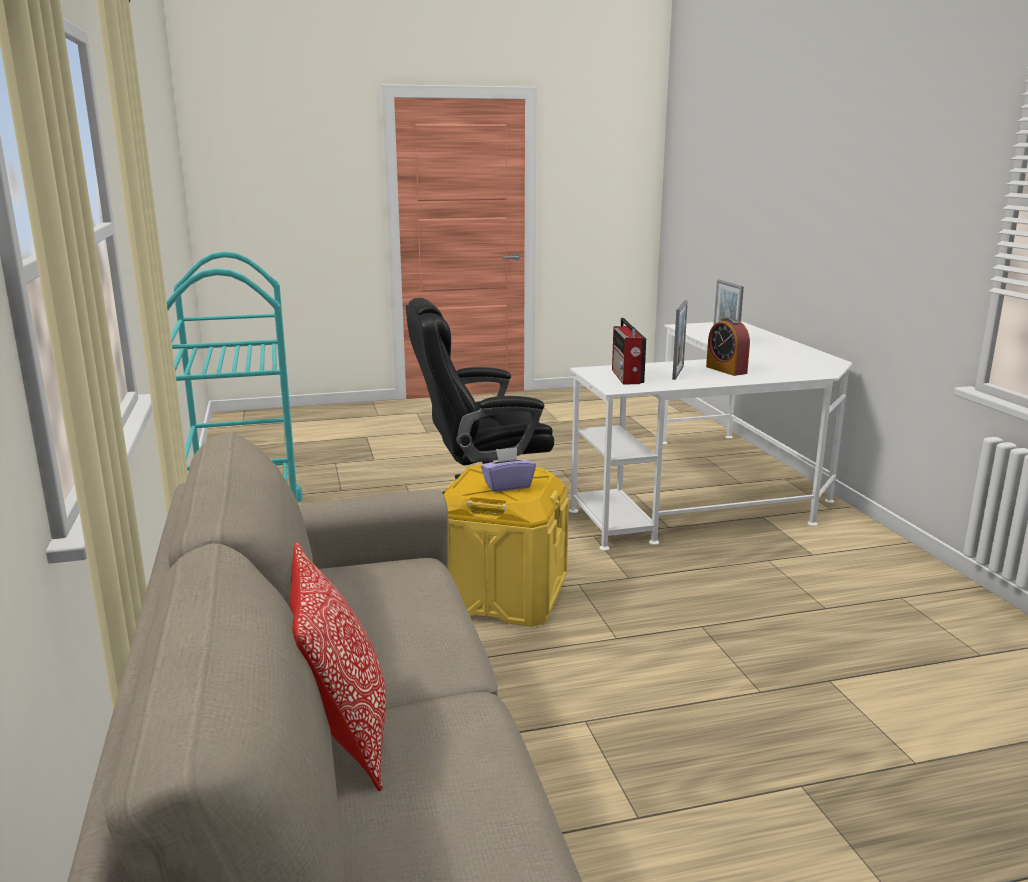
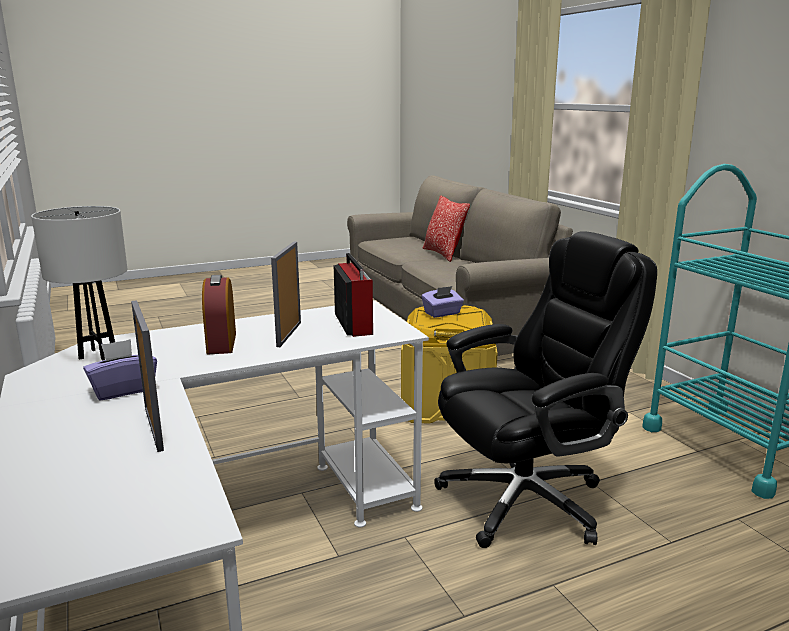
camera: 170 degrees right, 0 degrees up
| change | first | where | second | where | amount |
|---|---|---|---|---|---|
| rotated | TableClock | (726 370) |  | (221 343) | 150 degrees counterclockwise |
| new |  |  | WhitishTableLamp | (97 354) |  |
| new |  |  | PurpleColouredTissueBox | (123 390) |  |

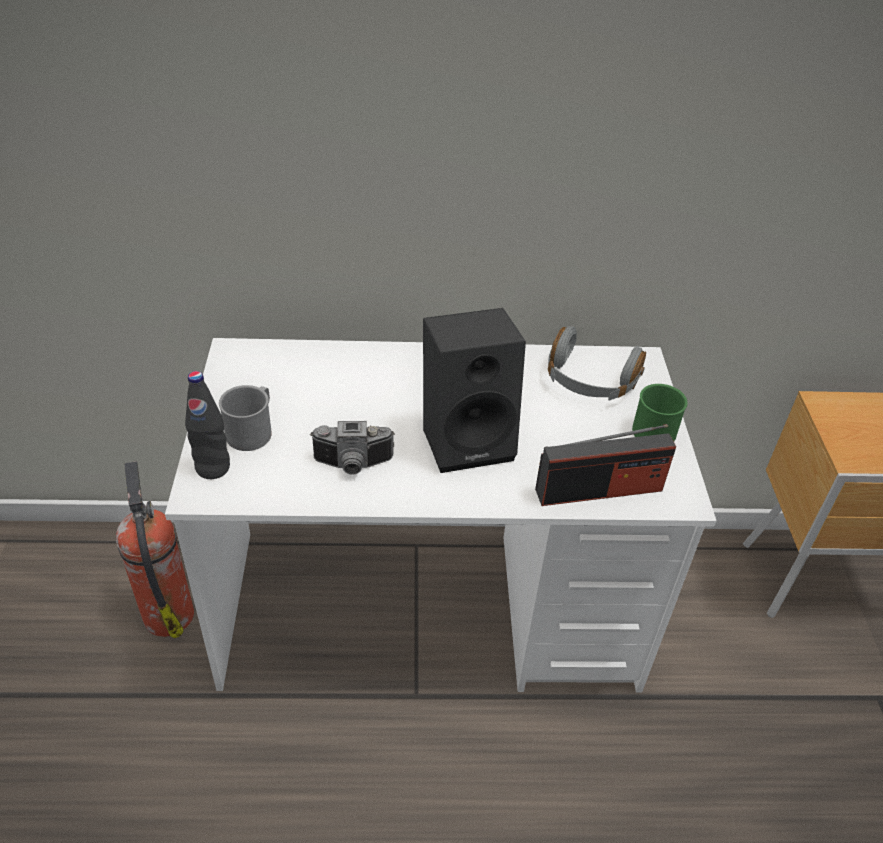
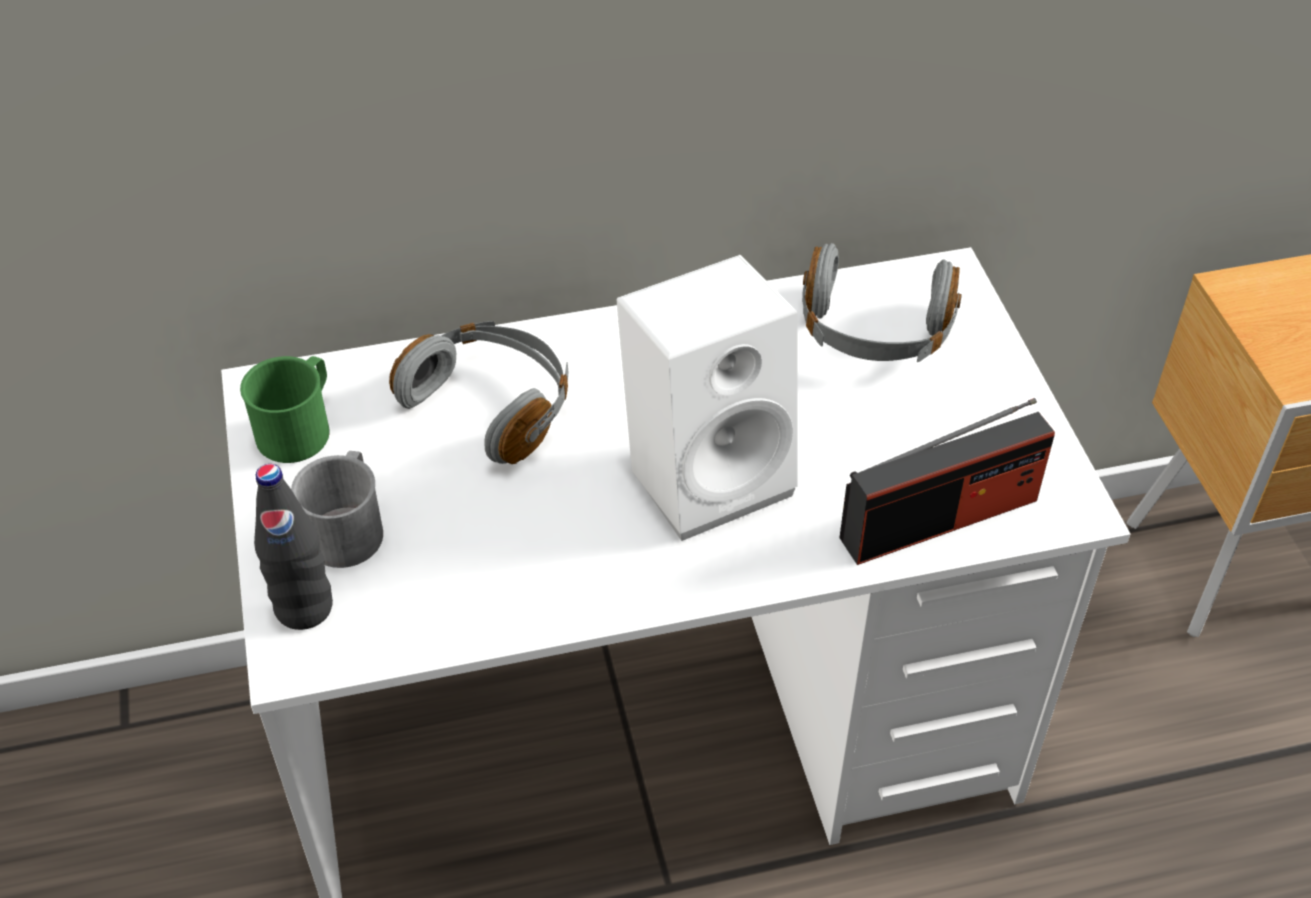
camera: 10 degrees left, 5 degrees up
| change | first | where | second | where | amount |
|---|---|---|---|---|---|
| repainted | BlackColouredSpeaker | (468 439) | WhitishSpeaker | (709 472) |  |
| shifted | GreenColouredCoffeeMug | (657 428) |  | (300 427) |  |
| gone | StillCamera | (353 466) |  |  |  |
| gone | Extinguisher | (168 613) |  |  |  |
| new |  |  | GreyHeadset | (492 405) |  |

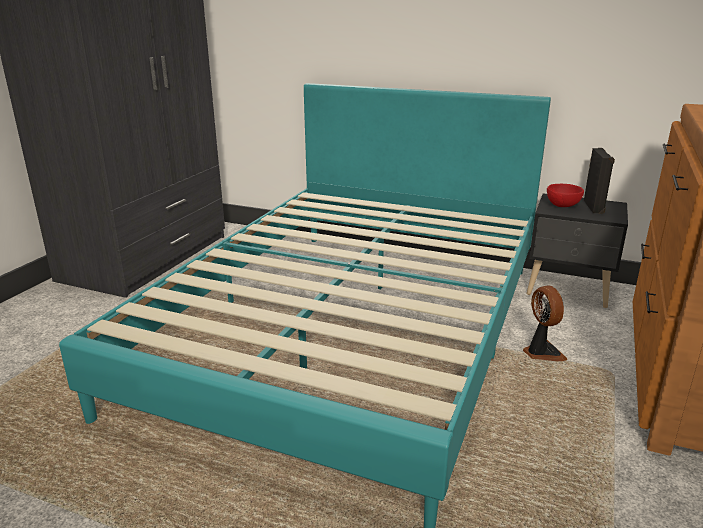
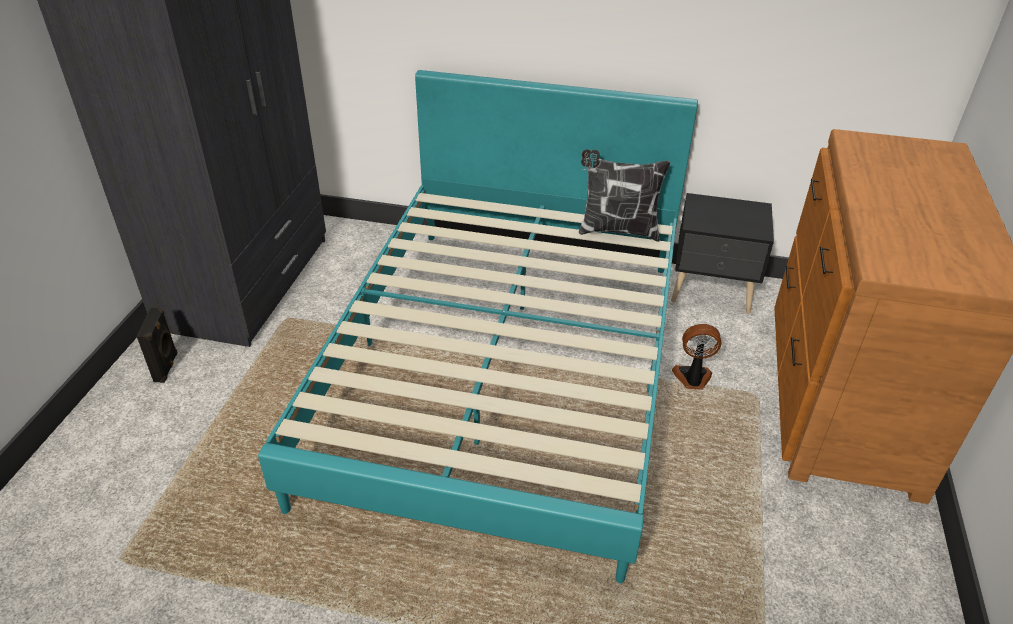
camera: 10 degrees left, 15 degrees up
| change | first | where | second | where | amount |
|---|---|---|---|---|---|
| shifted | BlackColouredSpeaker | (594 207) |  | (167 367) |  |
| gone | RedDeepDish | (562 205) |  |  |  |
| rotated | CoolingFan | (541 352) |  | (692 378) | 60 degrees counterclockwise |
| new |  |  | Cushion | (617 230) |  |

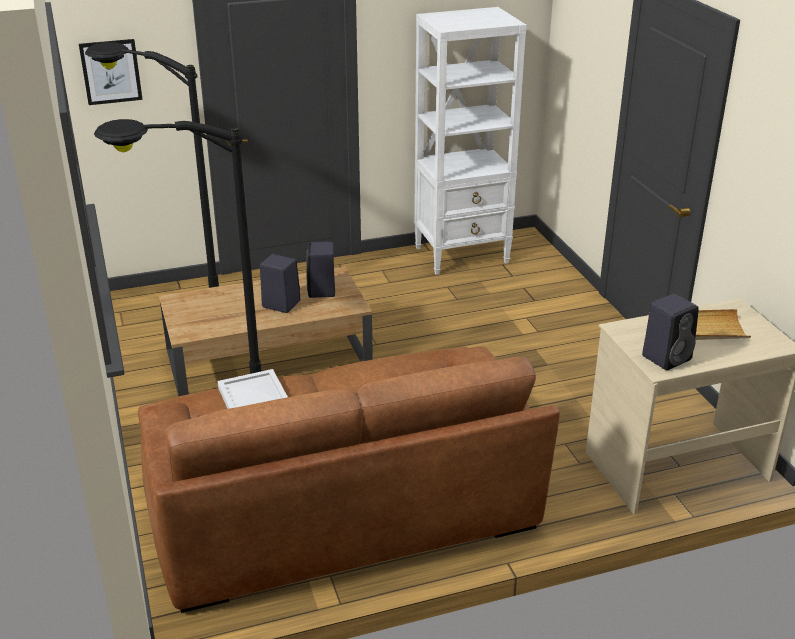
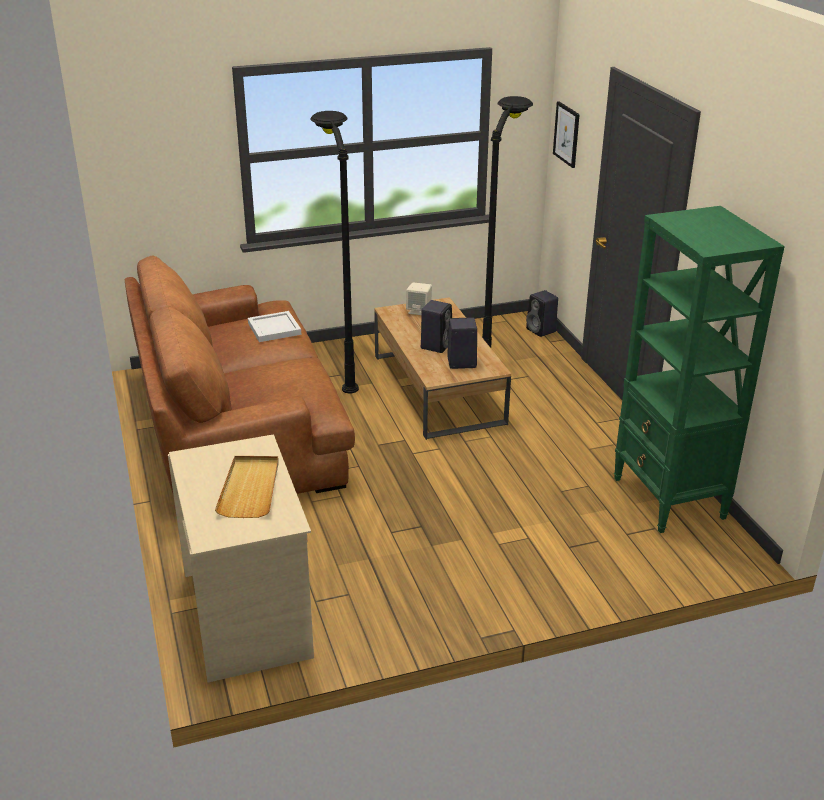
camera: 90 degrees right, 0 degrees up
| change | first | where | second | where | amount |
|---|---|---|---|---|---|
| repainted | WhitishShelvingUnit | (462 255) | GreenColouredShelvingUnit | (669 499) |  |
| shifted | BlackColouredSpeaker | (667 357) |  | (542 330) |  |
| new |  |  | SandColouredSpeaker | (419 311) |  |

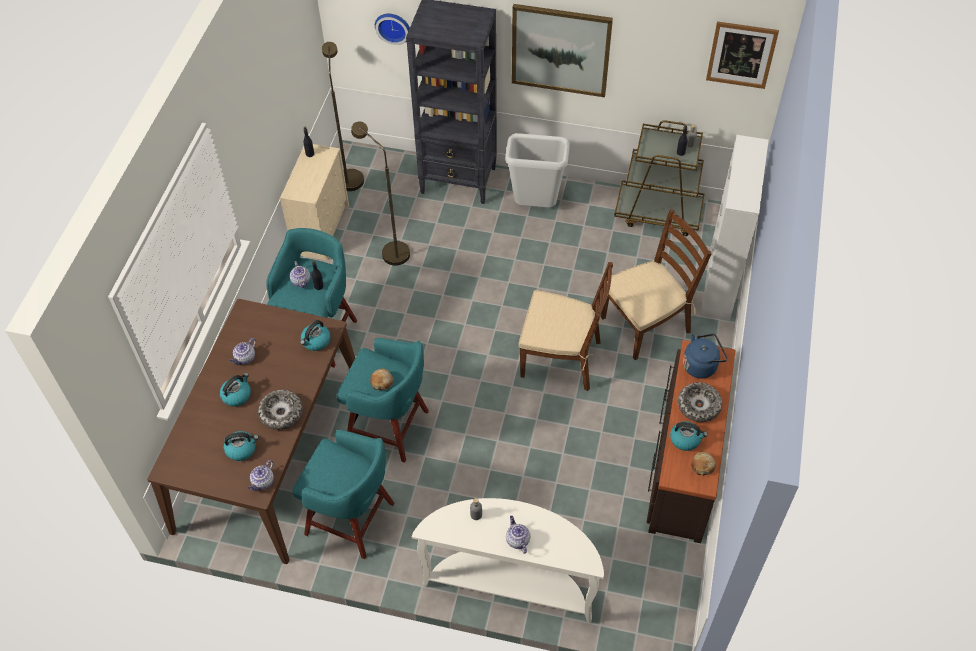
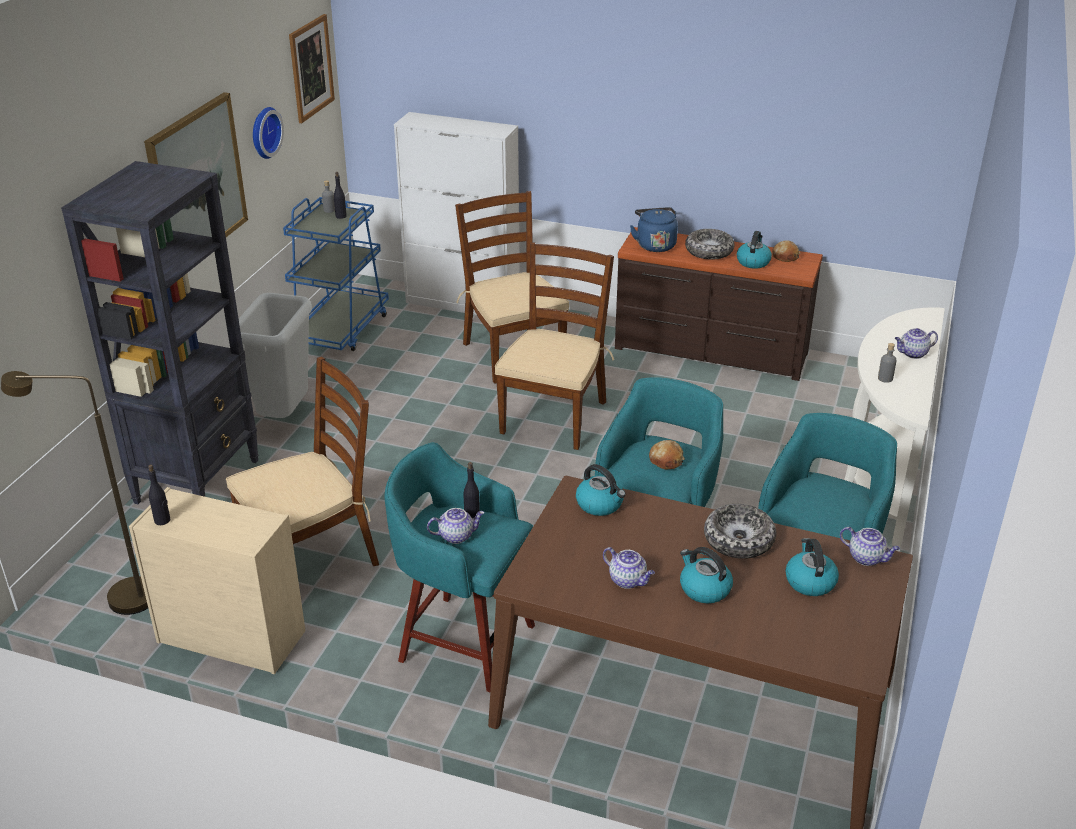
camera: 85 degrees left, 20 degrees down
| change | first | where | second | where | amount |
|---|---|---|---|---|---|
| shifted | HangingClock | (393 26) |  | (263 132) |  |
| repainted | BrownColouredWheeledCart | (658 213) | BluishWheeledCart | (341 329) |  |
| swapped | BrownColouredFloorLamp | (390 250) | BrownColouredChair | (312 557) |  |

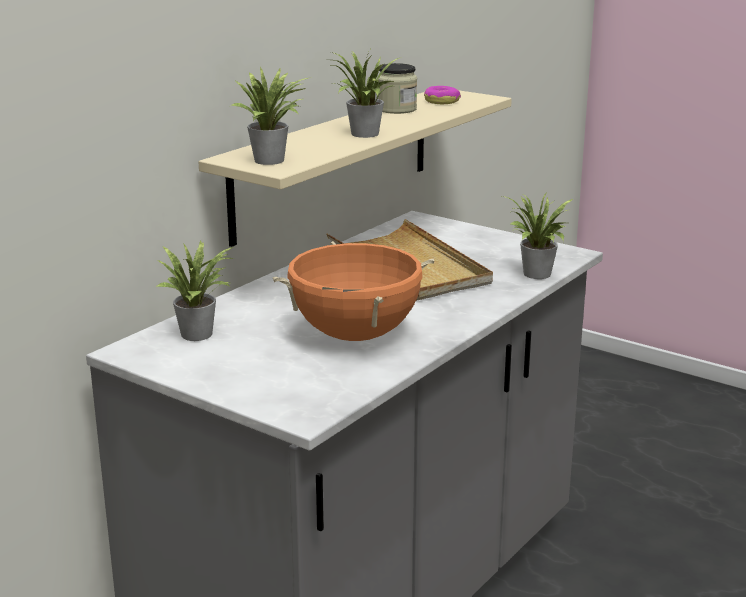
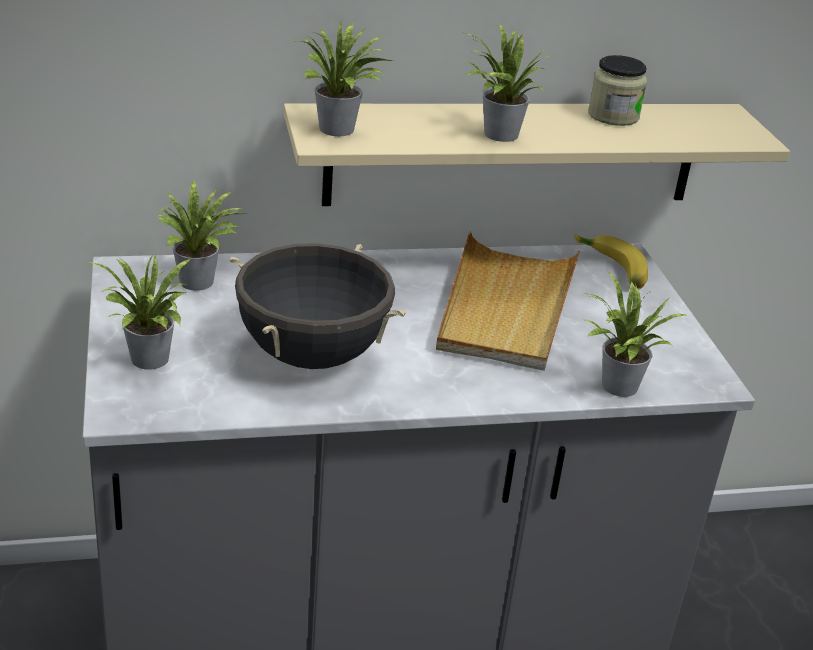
camera: 40 degrees right, 10 degrees up
| change | first | where | second | where | amount |
|---|---|---|---|---|---|
| gone | Donut | (442 101) |  |  |  |
| repainted | OrangeColouredStockpot | (355 335) | BlackColouredStockpot | (312 355) |  |
| new |  |  | Banana | (610 270) |  |
| new |  |  | PlantInAPot | (149 362) |  |

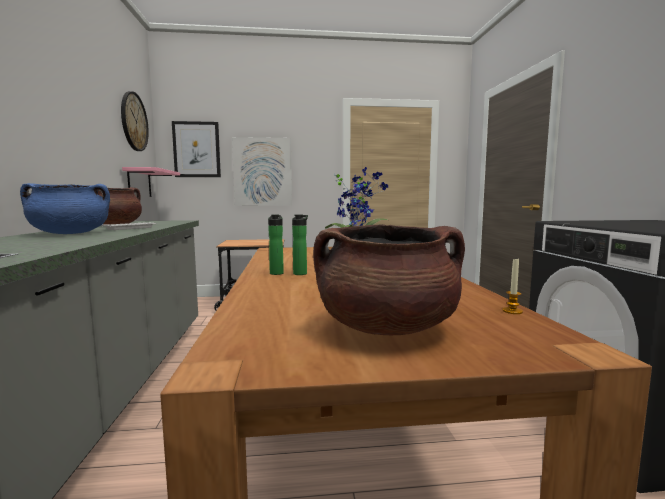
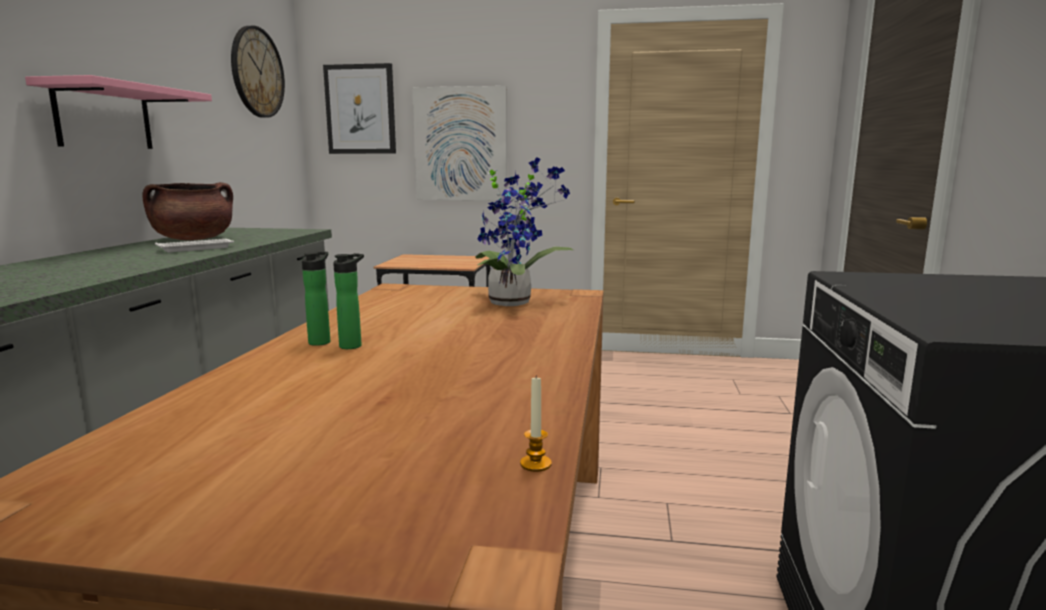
camera: 15 degrees right, 5 degrees up
| change | first | where | second | where | amount |
|---|---|---|---|---|---|
| shifted | PinkishWallShelf | (139 183) |  | (104 117) |  |
| gone | BluishStockpot | (70 233) |  |  |  |
| gone | BrownColouredStockpot | (387 328) |  |  |  |

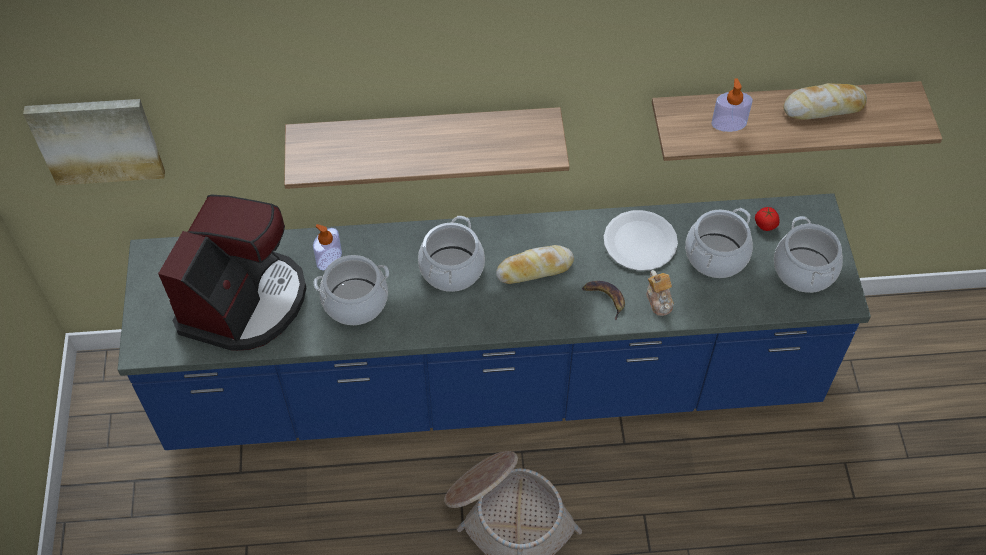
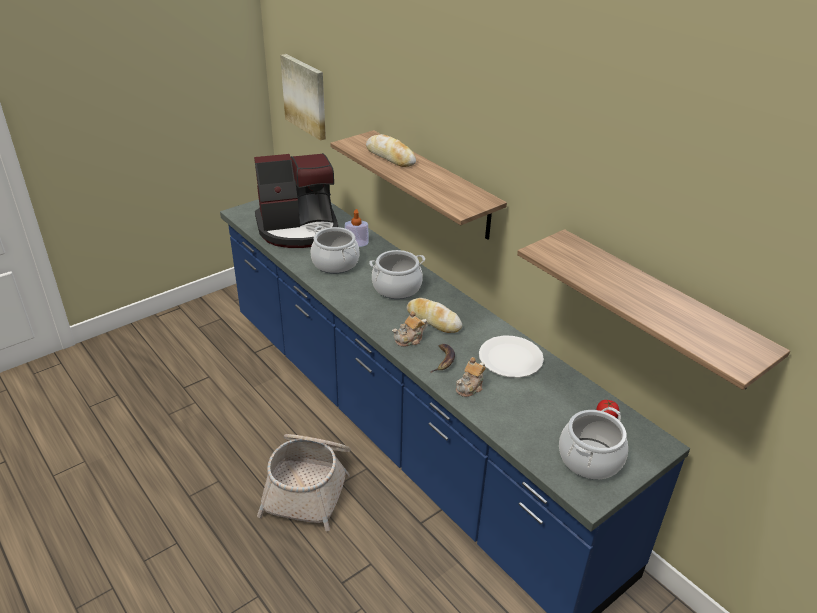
camera: 55 degrees right, 20 degrees down
| change | first | where | second | where | amount |
|---|---|---|---|---|---|
| gone | SoapBottle | (728 123) |  |  |  |
| shifted | Bread | (823 107) |  | (390 156) |  |
| gone | Stockpot | (716 256) |  |  |  |
| new |  |  | PotForTea | (410 339) |  |

